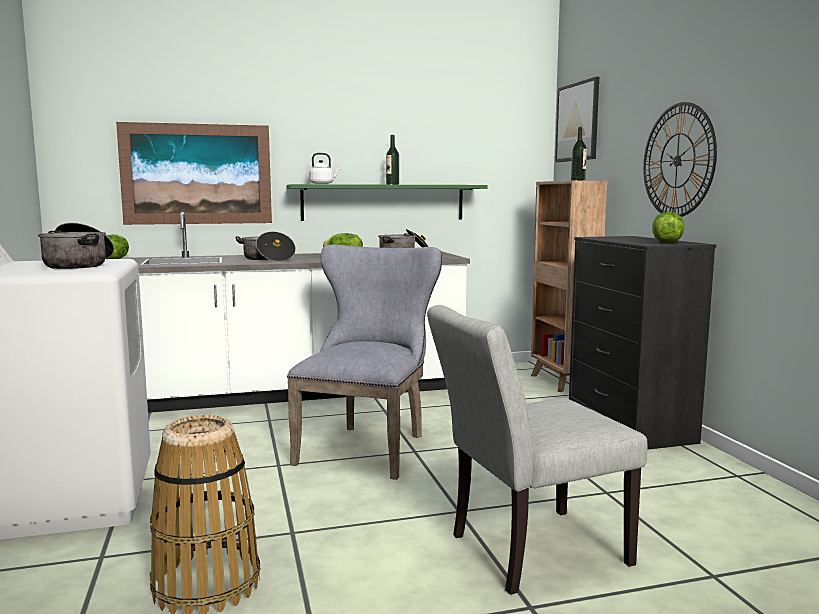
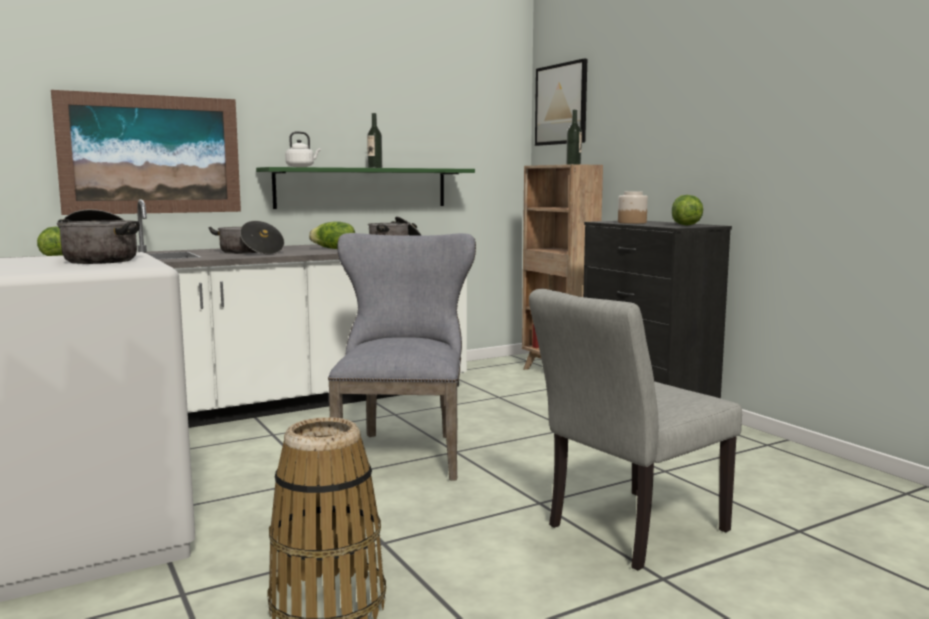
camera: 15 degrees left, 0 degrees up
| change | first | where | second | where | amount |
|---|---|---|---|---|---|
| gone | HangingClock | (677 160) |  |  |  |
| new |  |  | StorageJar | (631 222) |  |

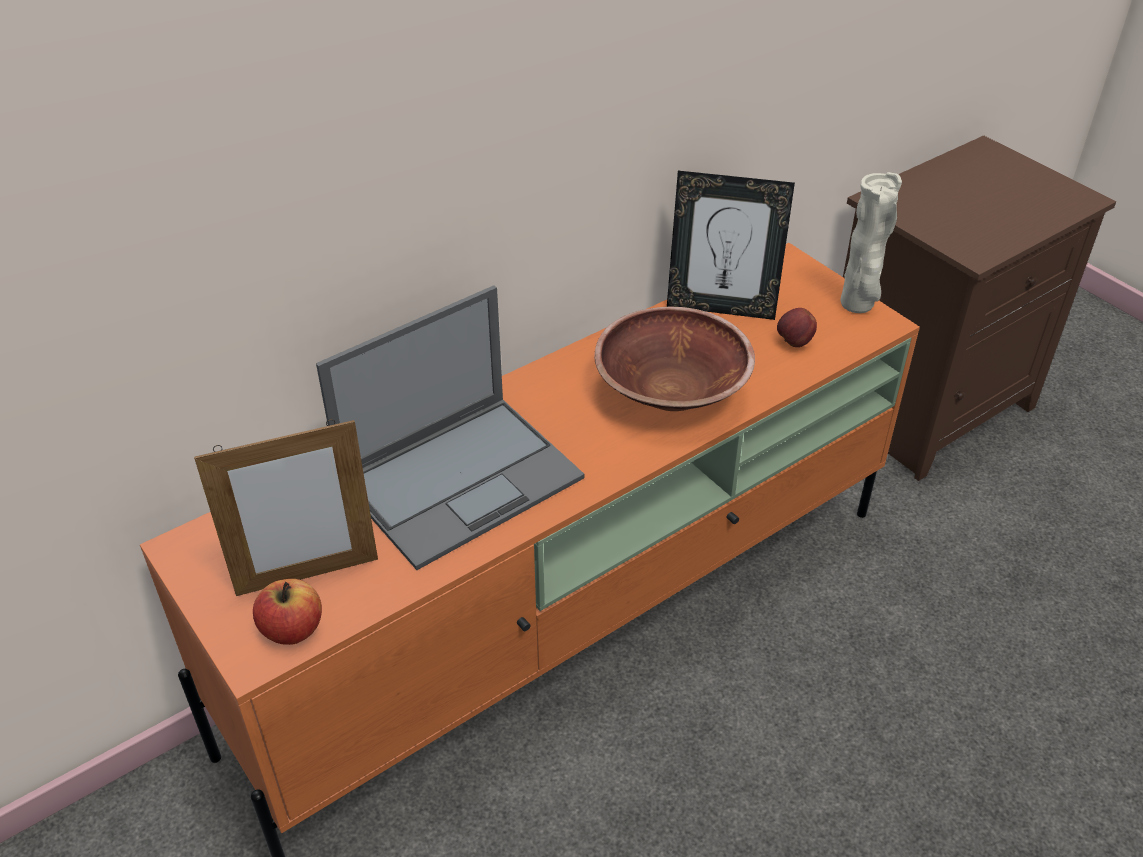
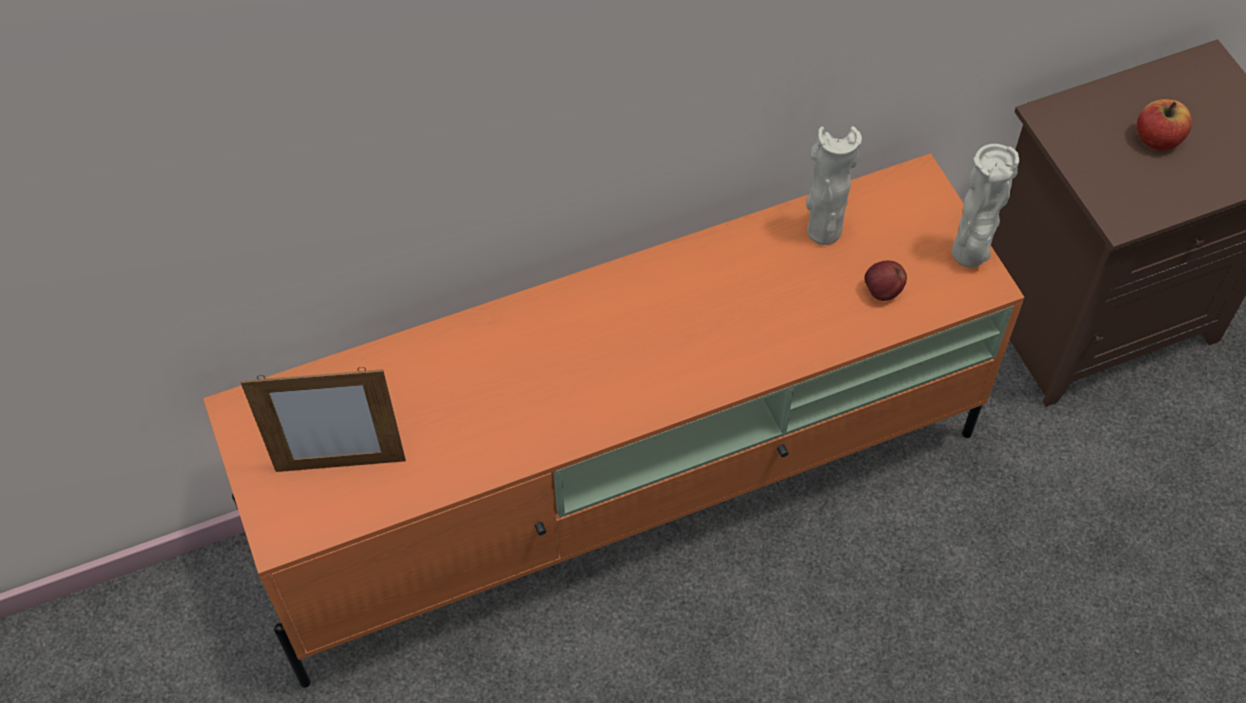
camera: 15 degrees right, 15 degrees up
| change | first | where | second | where | amount |
|---|---|---|---|---|---|
| swapped | PhotoFrame | (721 307) | SandColouredFlowerVase | (823 230) |  |
| gone | NotebookComputer | (463 478) |  |  |  |
| gone | BrownColouredDeepDish | (672 391) |  |  |  |
| shifted | AppleFruit | (292 629) |  | (1158 139) |  |

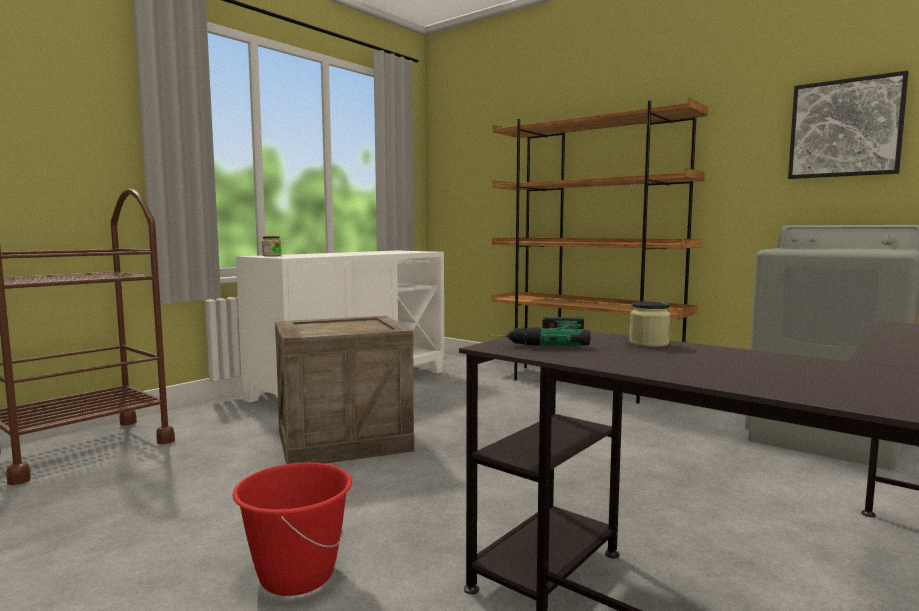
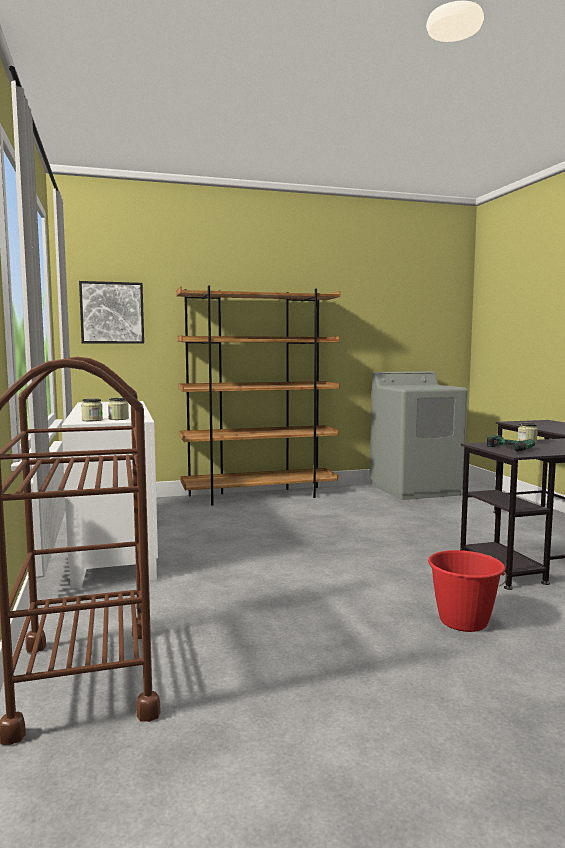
camera: 55 degrees left, 0 degrees up
| change | first | where | second | where | amount |
|---|---|---|---|---|---|
| shifted | WallArt | (845 128) |  | (112 313) |  |
| gone | PackingCrate | (344 440) |  |  |  |
| new |  |  | StorageJar | (118 419) |  |

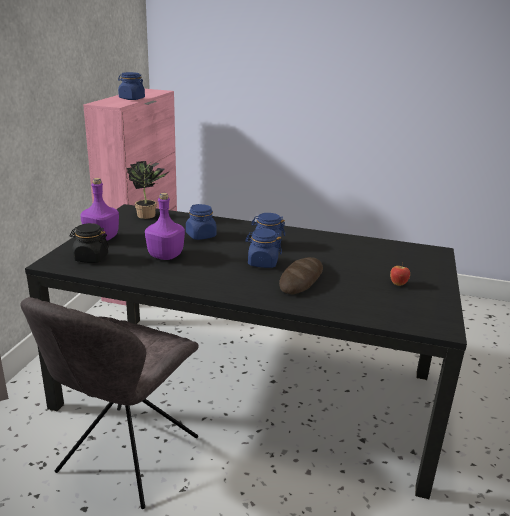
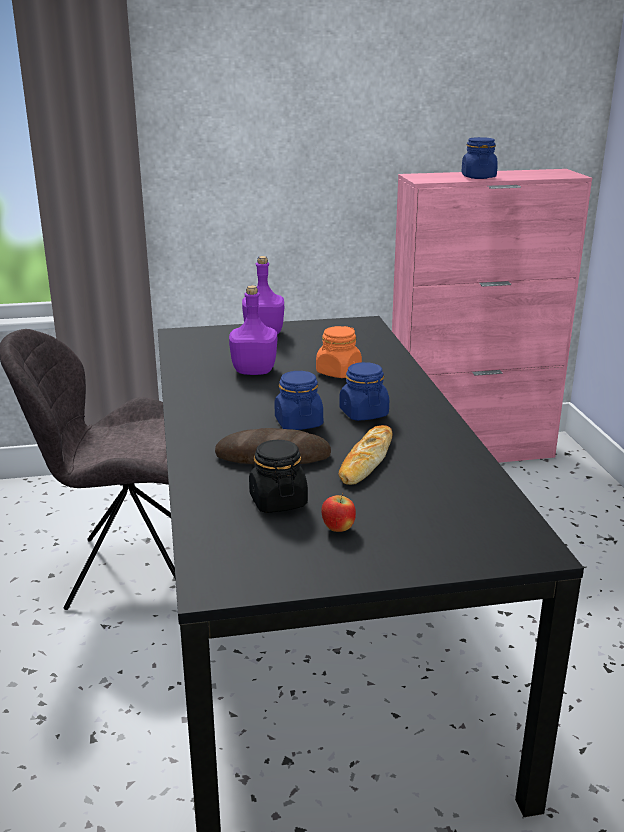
camera: 65 degrees right, 0 degrees up
| change | first | where | second | where | amount |
|---|---|---|---|---|---|
| gone | PlantInAPot | (149 215) |  |  |  |
| repainted | BluishStorageJar | (201 235) | OrangeColouredStorageJar | (338 372) |  |
| shifted | BlackColouredStorageJar | (91 258) |  | (278 501) |  |
| new |  |  | Bread | (366 460) |  |

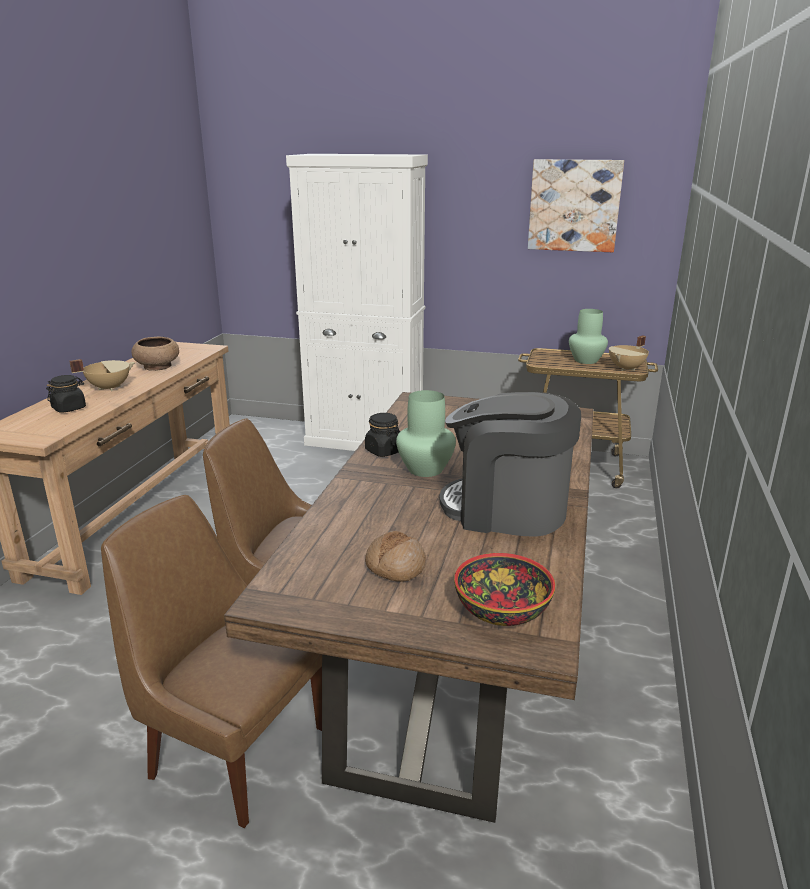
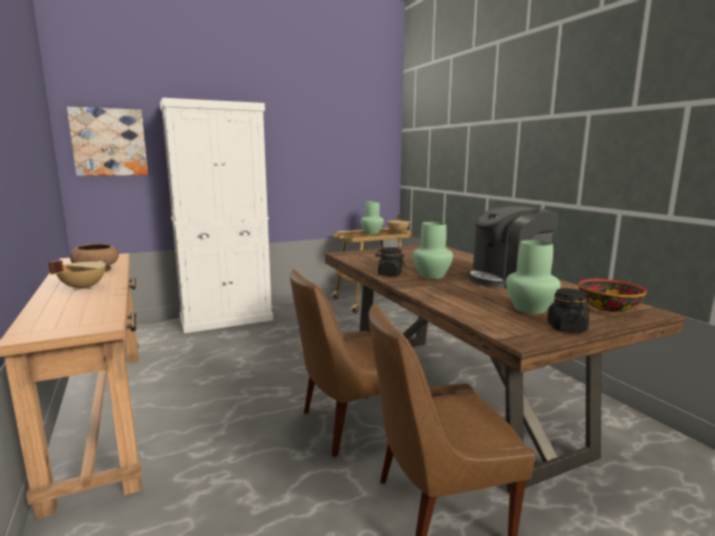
camera: 40 degrees left, 10 degrees down
| change | first | where | second | where | amount |
|---|---|---|---|---|---|
| shifted | WallArt | (574 205) |  | (109 142) |  |
| shifted | BlackColouredStorageJar | (69 408) |  | (566 327) |  |
| swapped | Bread | (395 566) | GreenColouredFlowerVase | (529 309) |  |

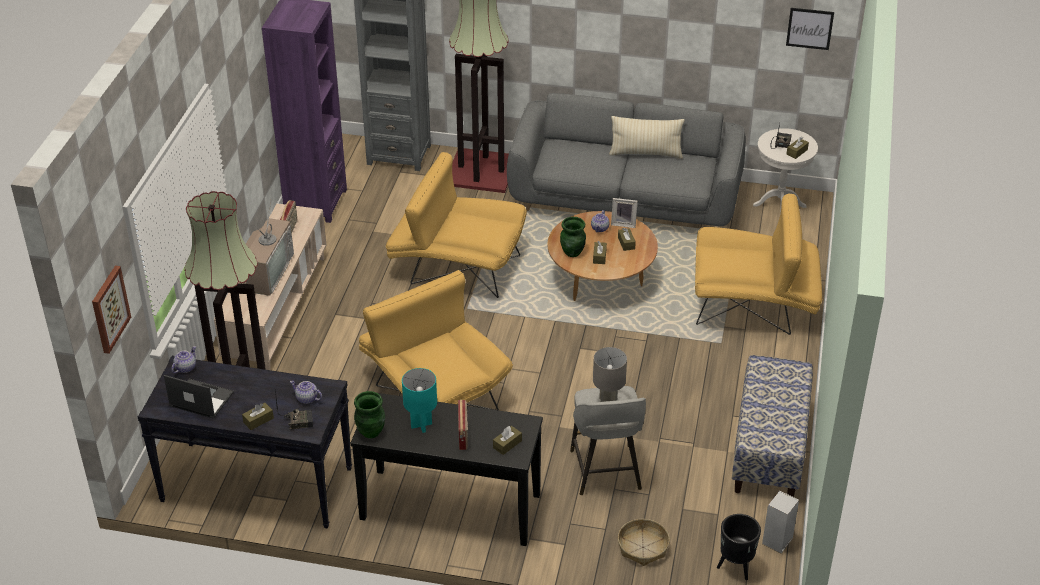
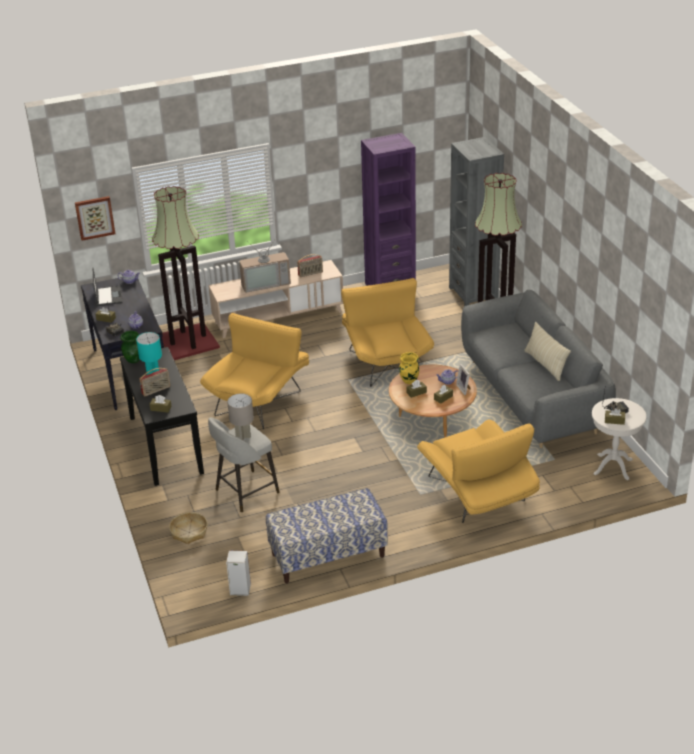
camera: 60 degrees right, 5 degrees down
| change | first | where | second | where | amount |
|---|---|---|---|---|---|
| gone | WallArt | (809 28) |  |  |  |
| repainted | GreenColouredFlowerVase | (573 252) | YellowishFlowerVase | (409 381) |  |
| gone | BlackColouredPlanter | (735 568) |  |  |  |

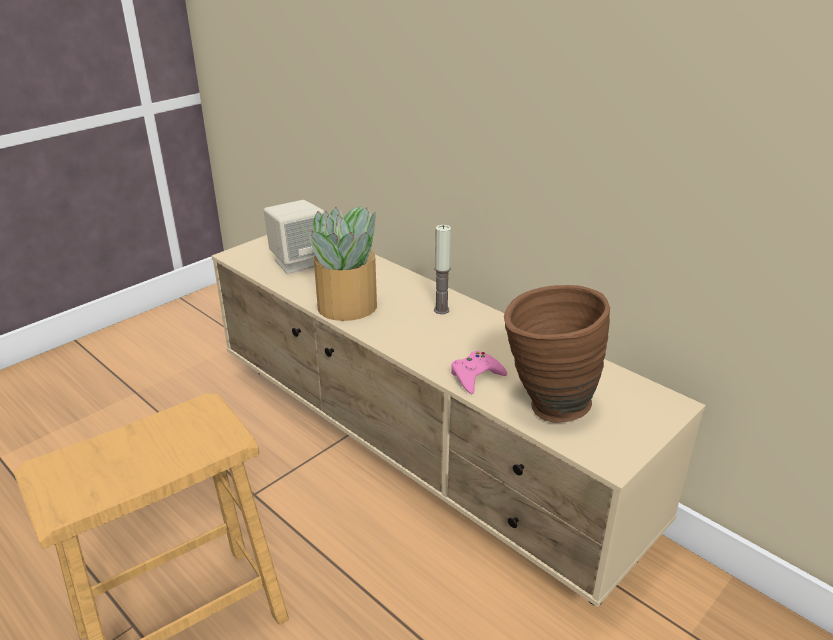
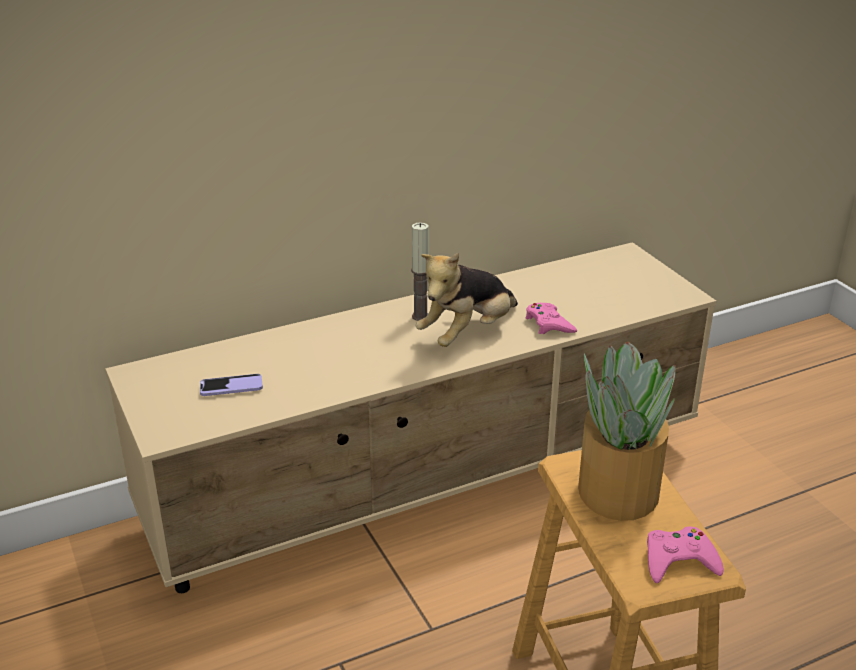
camera: 70 degrees left, 0 degrees up
| change | first | where | second | where | amount |
|---|---|---|---|---|---|
| swapped | SandColouredSpeaker | (298 262) | Phone | (231 387) |  |
| shifted | PlantInAPot | (346 306) |  | (617 492) |  |
| gone | BrownColouredFlowerVase | (545 406) |  |  |  |
| new |  |  | SoftToy | (467 333) |  |
| new |  |  | PinkishJoypad | (679 561) |  |

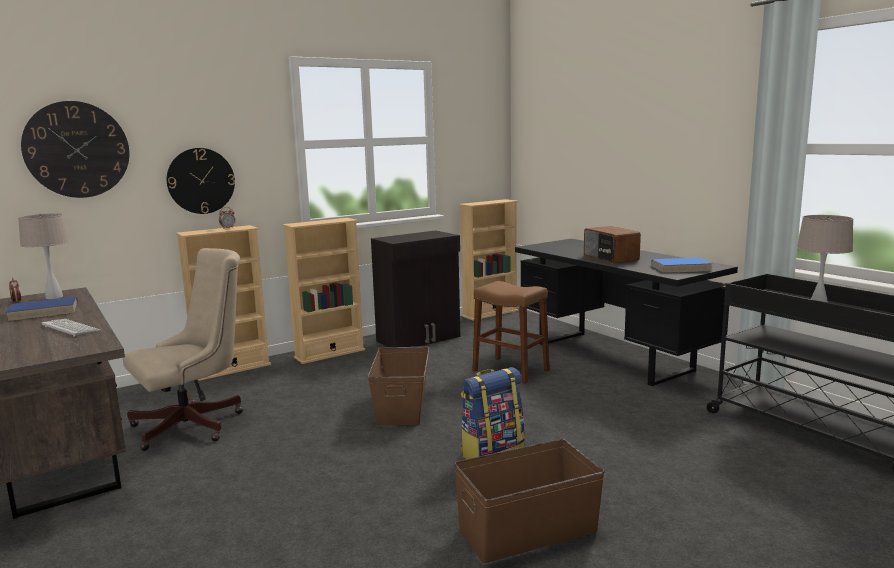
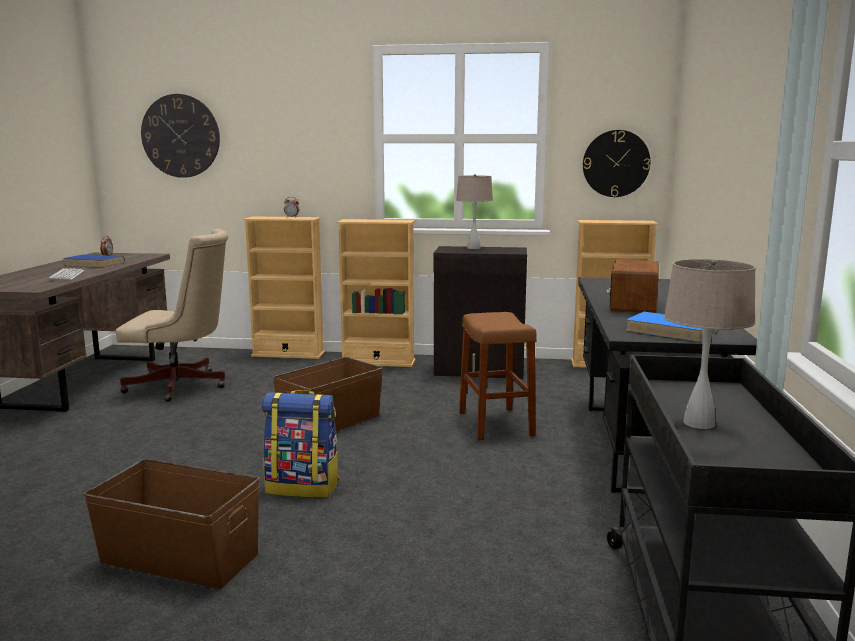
camera: 40 degrees right, 0 degrees up
| change | first | where | second | where | amount |
|---|---|---|---|---|---|
| shifted | HangingClock | (201 181) |  | (616 163) |  |
| shifted | SandColouredTableLamp | (54 297) |  | (473 248) |  |

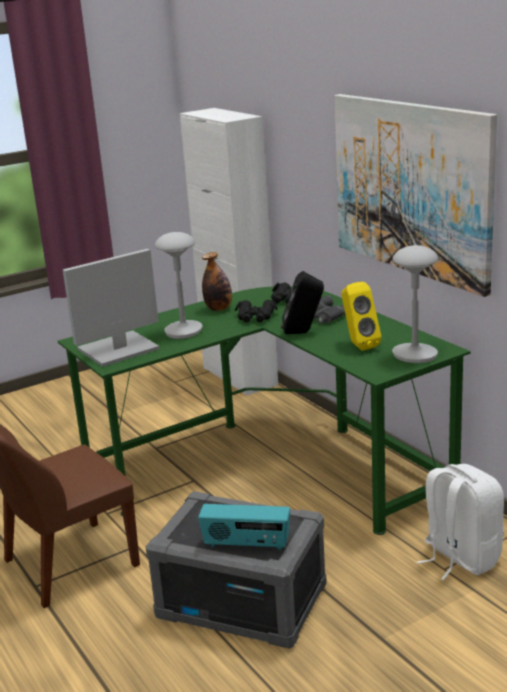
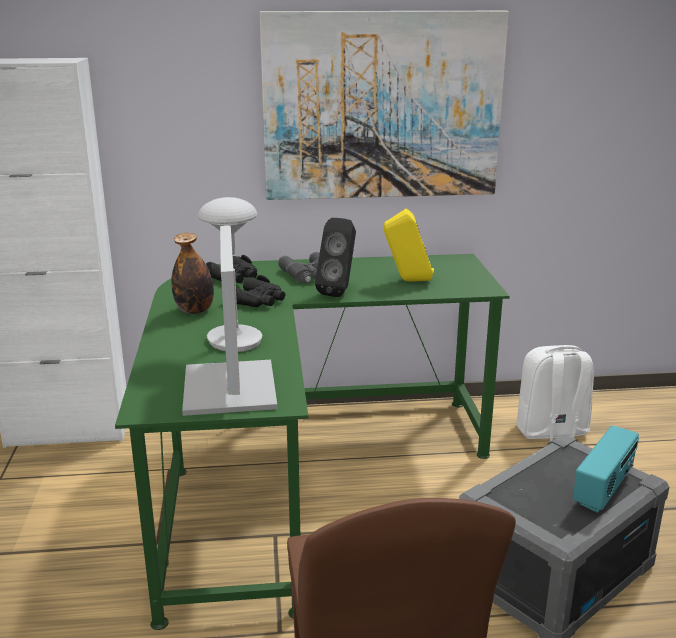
camera: 65 degrees left, 0 degrees up
| change | first | where | second | where | amount |
|---|---|---|---|---|---|
| gone | GreyTableLamp | (414 355) |  |  |  |

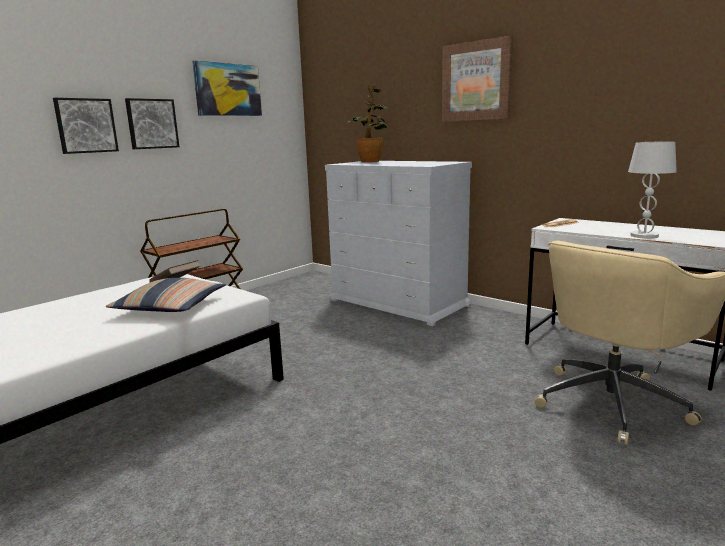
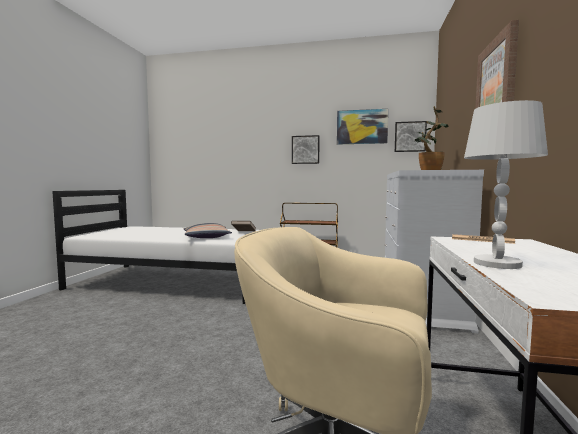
camera: 60 degrees right, 10 degrees down
| change | first | where | second | where | amount |
|---|---|---|---|---|---|
| shifted | WallArt | (86 125) |  | (410 137) |  |

